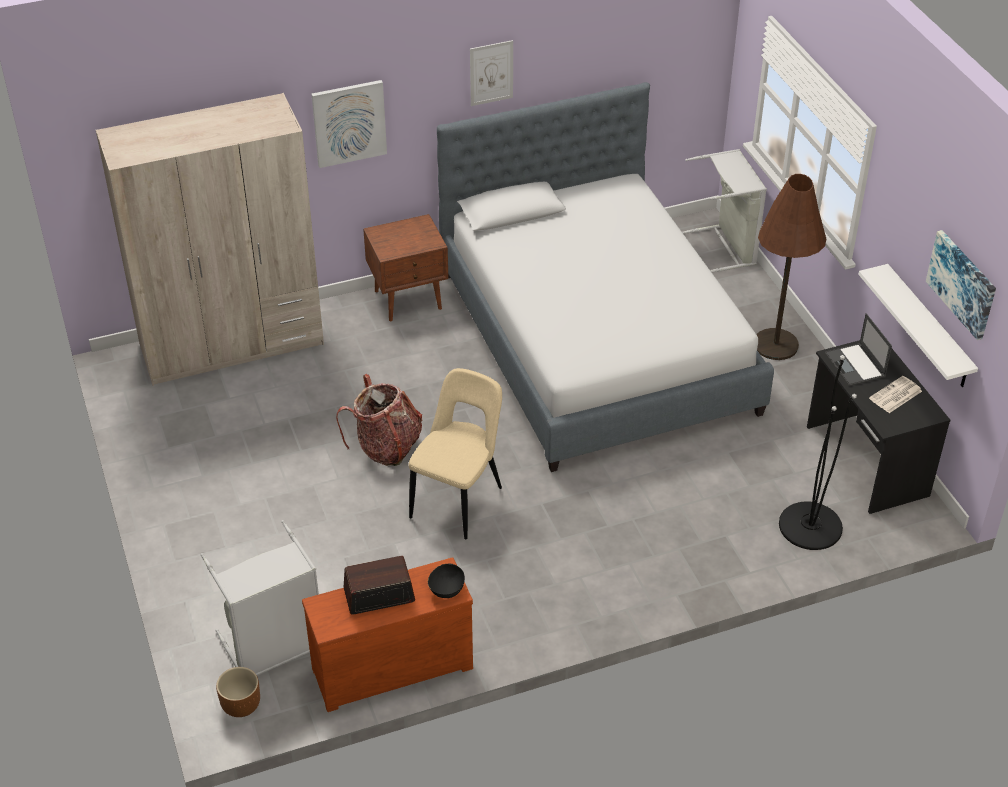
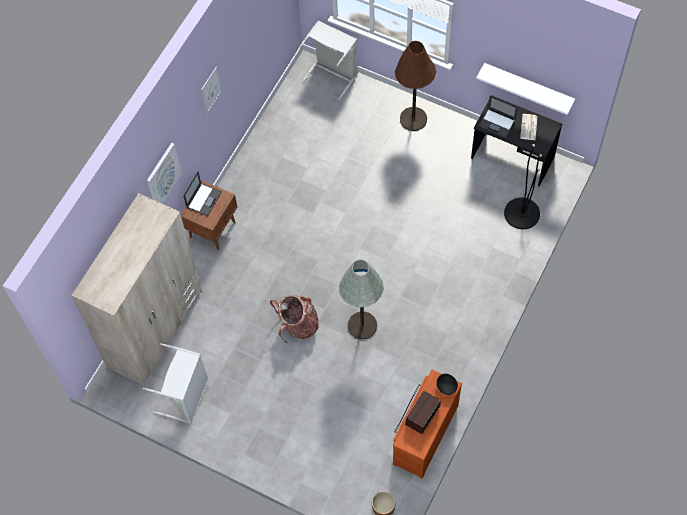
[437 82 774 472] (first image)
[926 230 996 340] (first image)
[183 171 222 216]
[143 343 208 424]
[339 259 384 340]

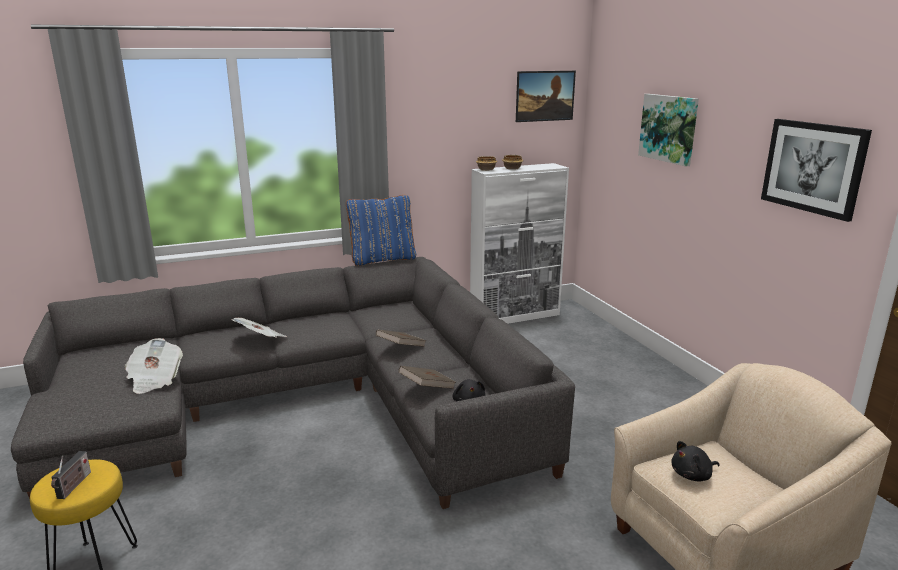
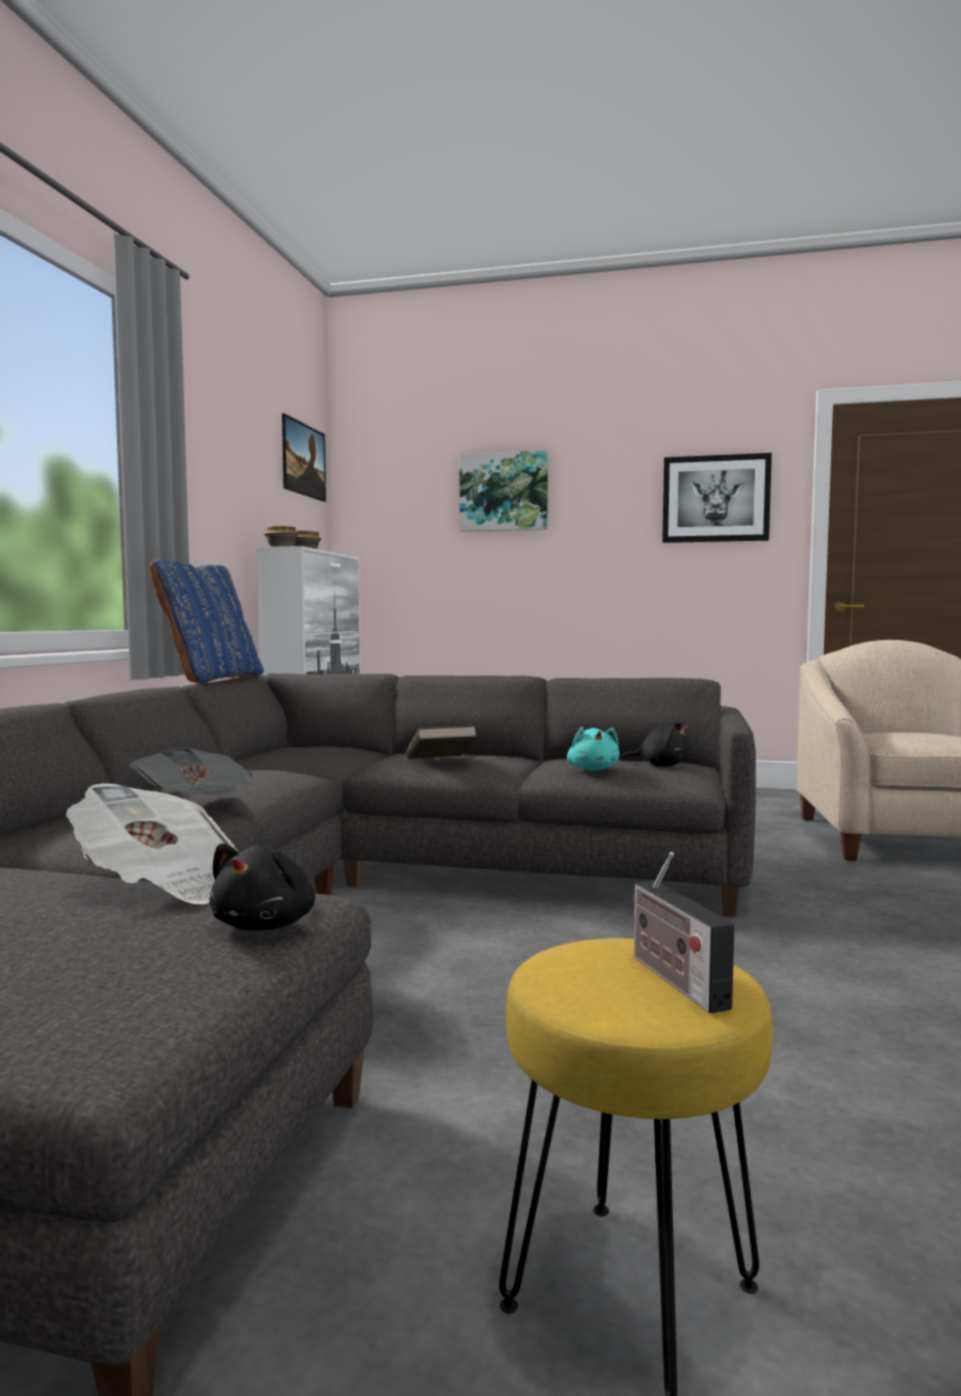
[209 843 315 930]
[567 727 619 770]
[633 852 735 1014]

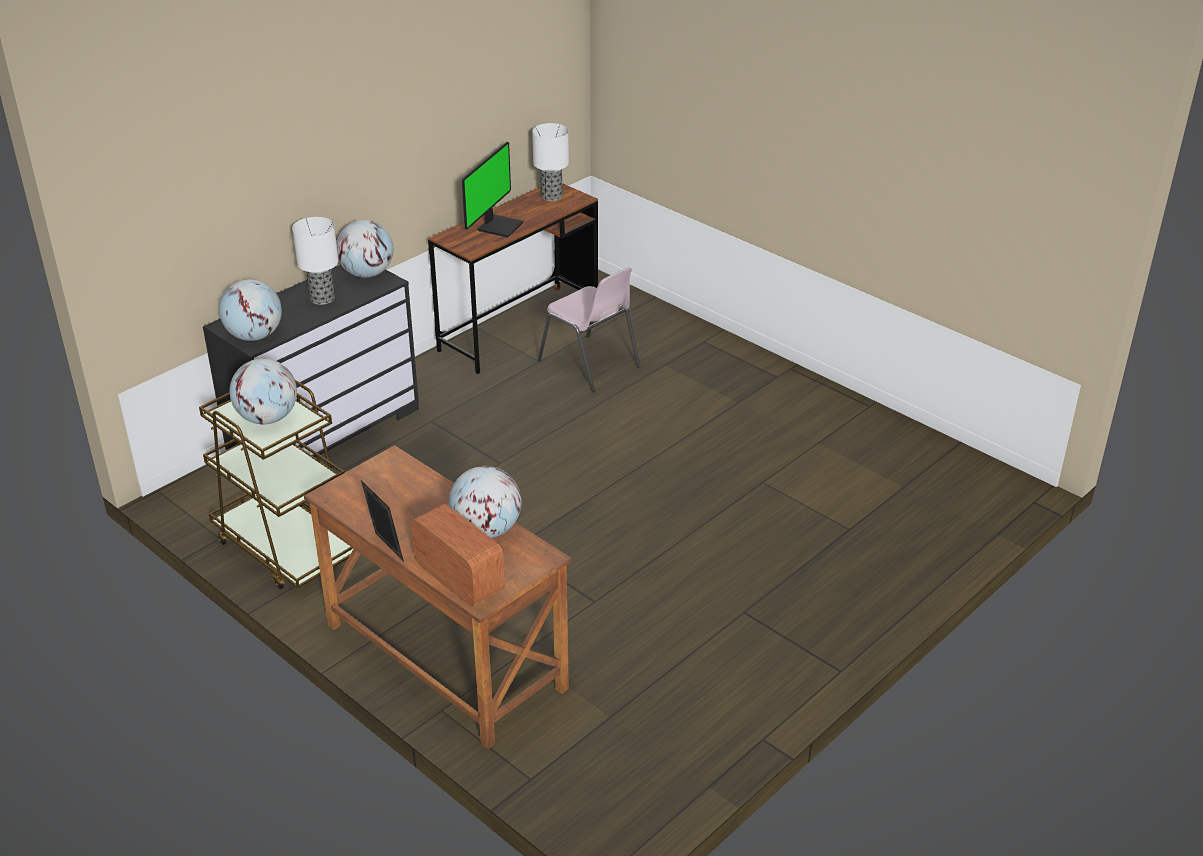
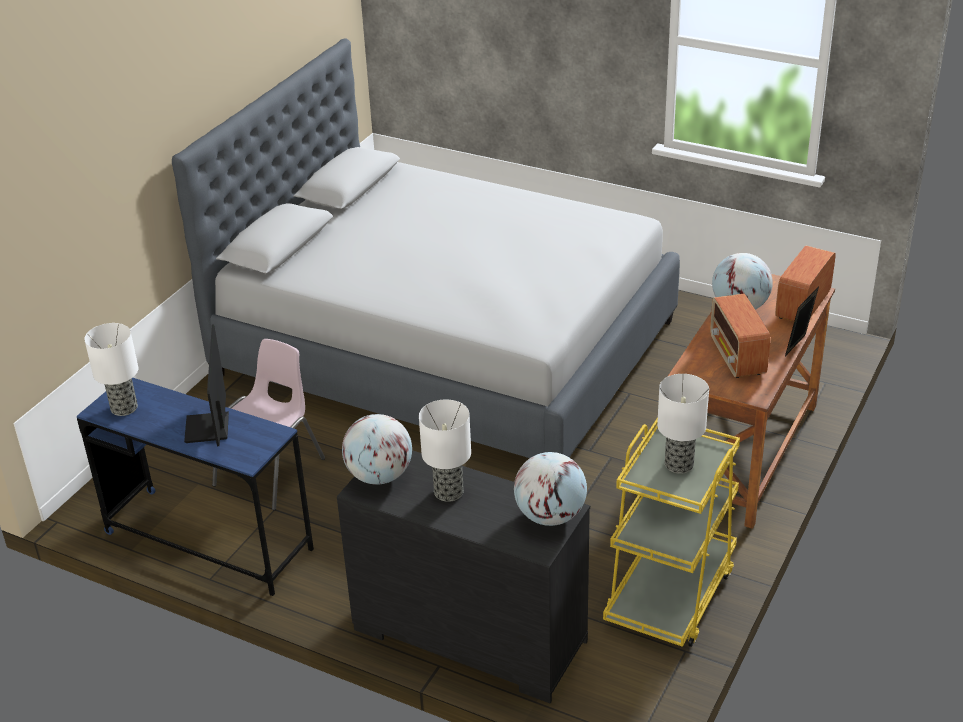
[172 38 680 458]
[710 294 771 378]
[657 374 709 474]
[603 417 740 647]
[77 378 314 596]
[184 324 229 447]

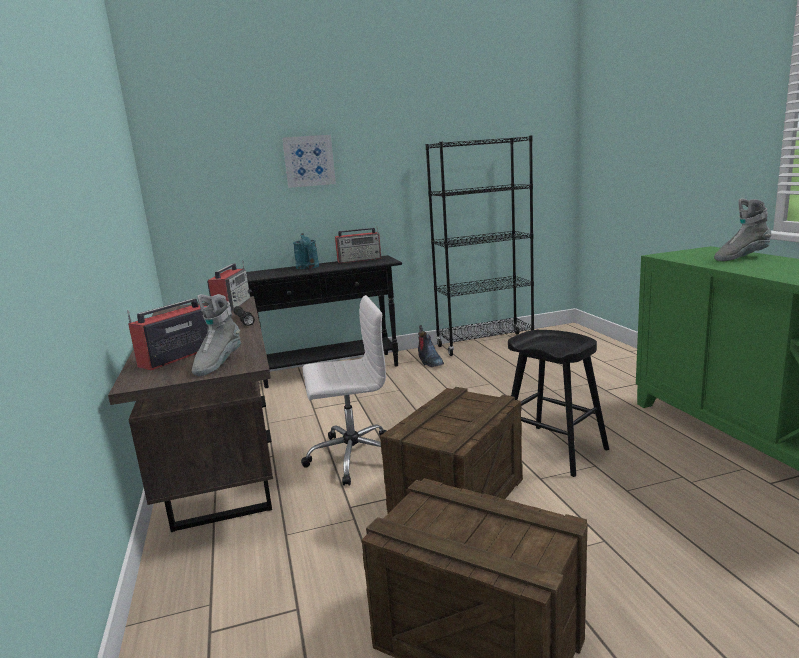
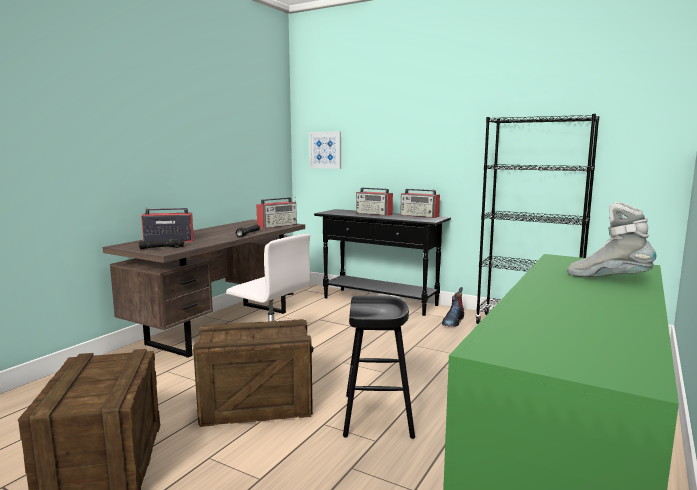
[309 131 341 169]
[139 238 184 249]
[356 188 393 216]

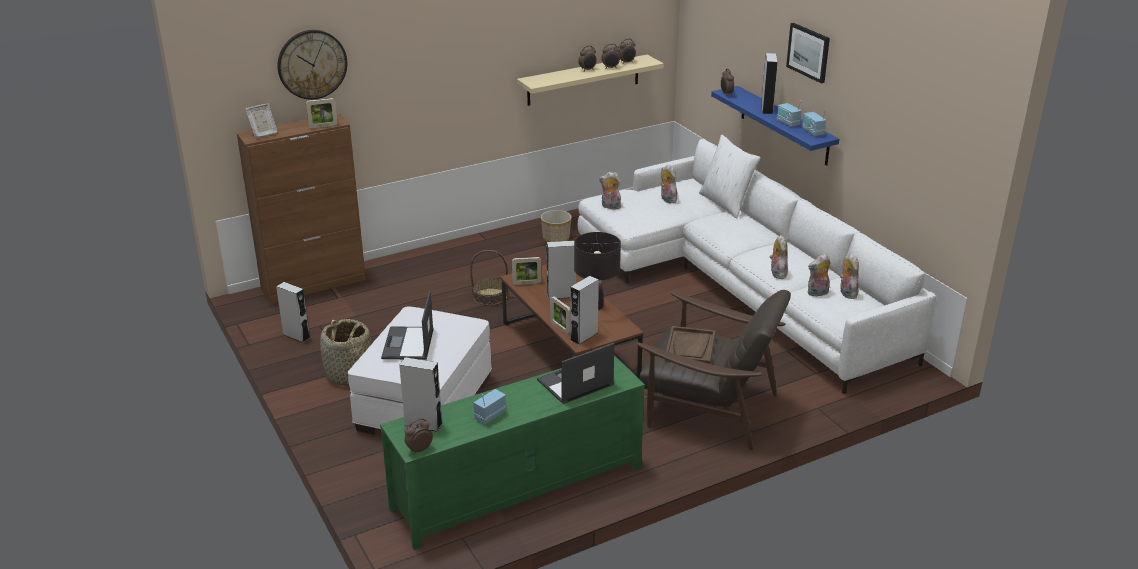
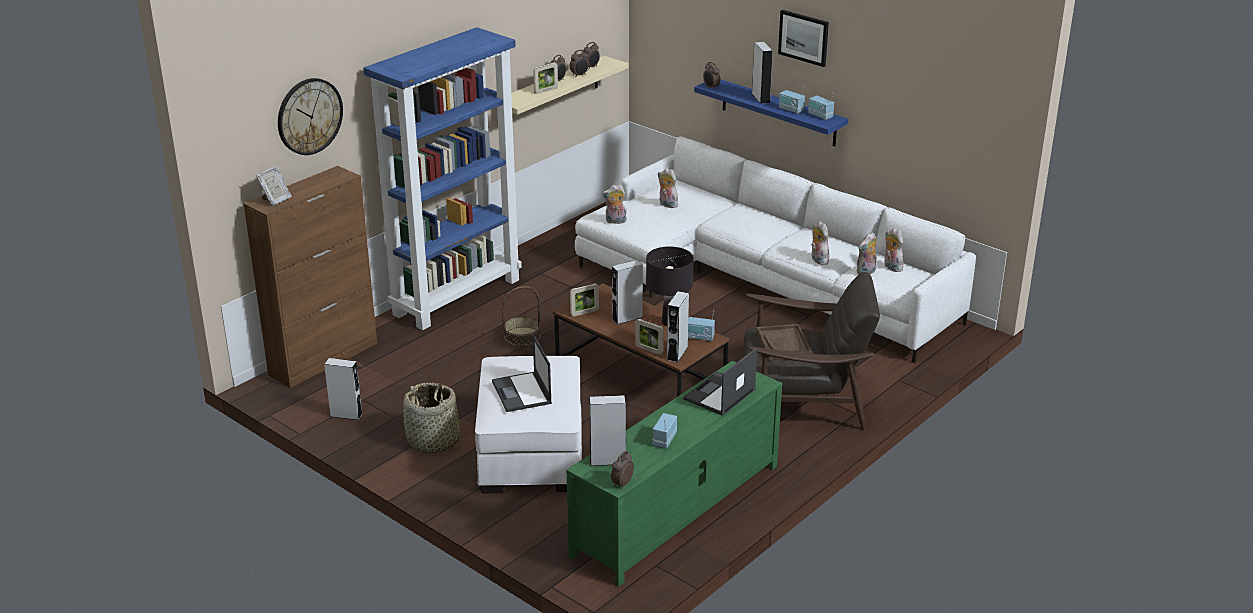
[541 210 571 242] (first image)
[699 135 761 218] (first image)
[363 27 522 330]
[688 310 715 341]
[533 62 558 94]

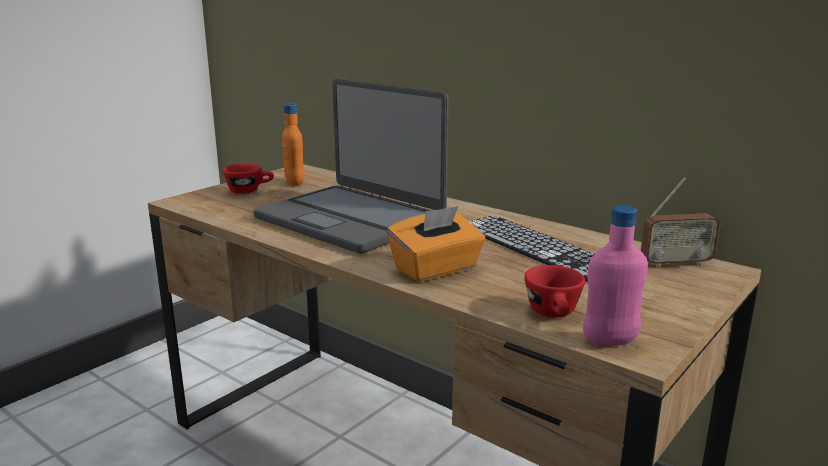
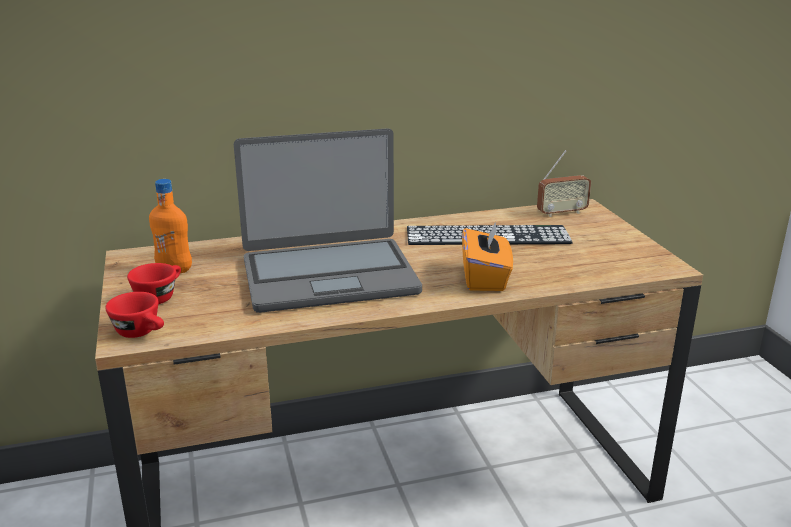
[583 205 648 346] (first image)
[105 292 164 338]
[537 150 591 217]

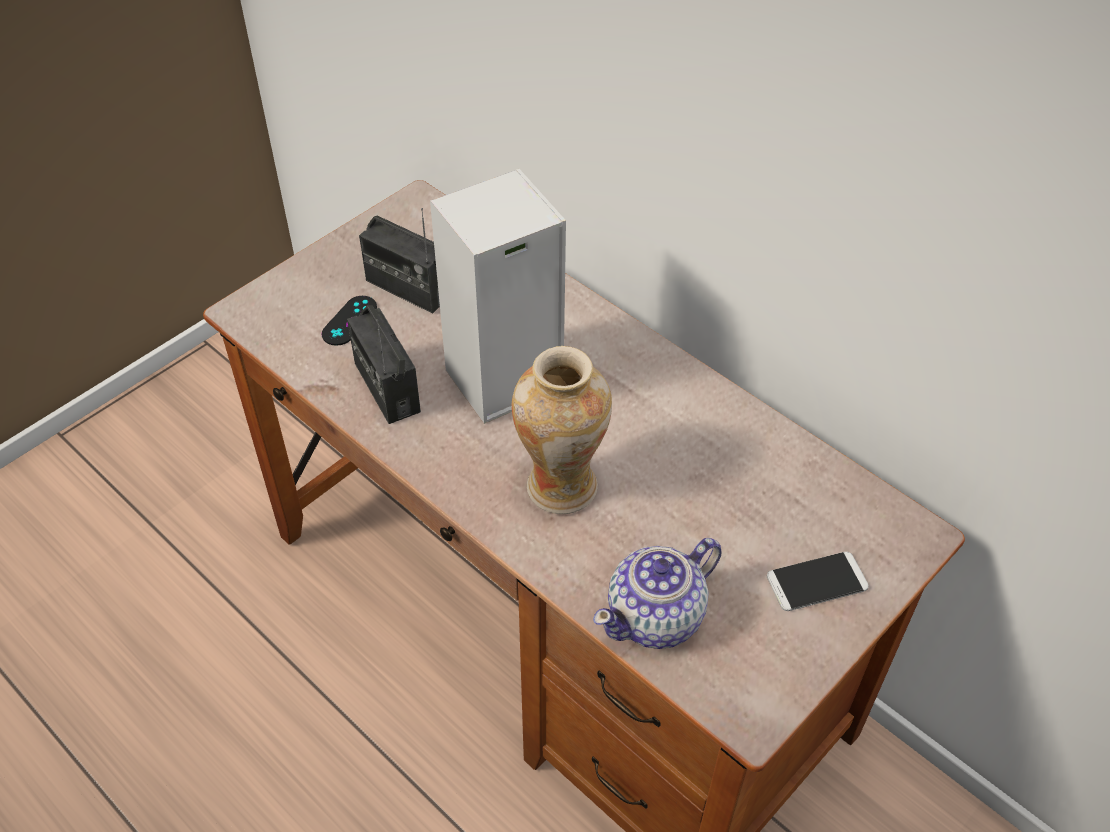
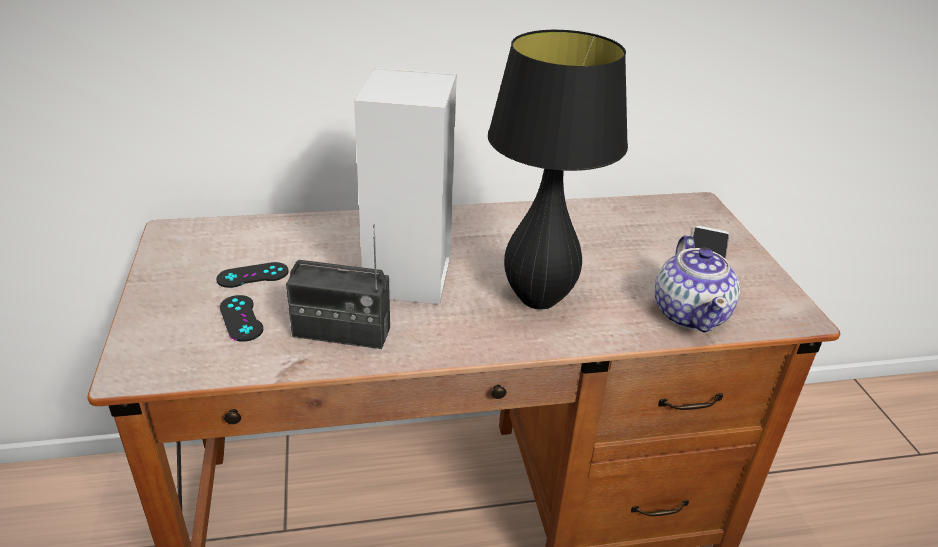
[216 262 289 288]
[488 30 628 310]

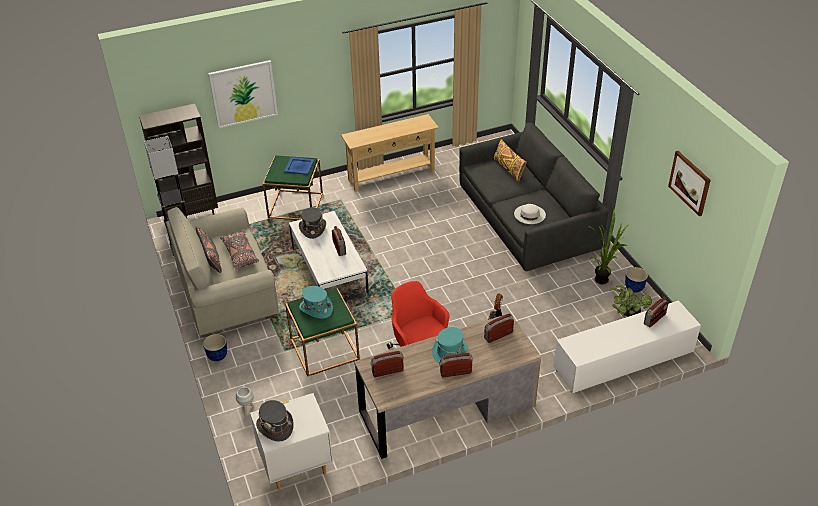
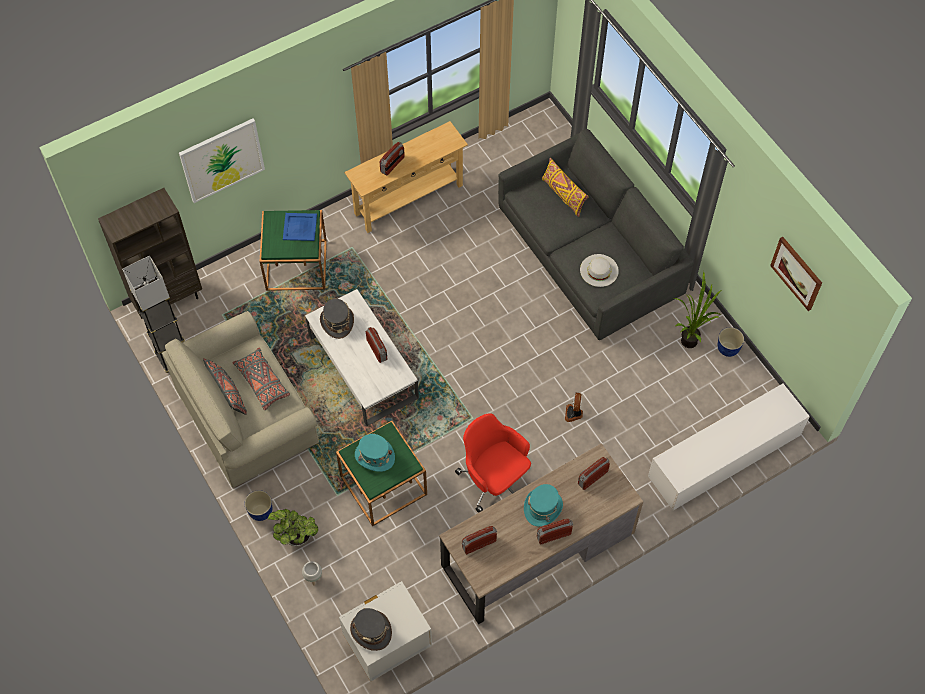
[268 509 318 546]
[380 142 405 176]

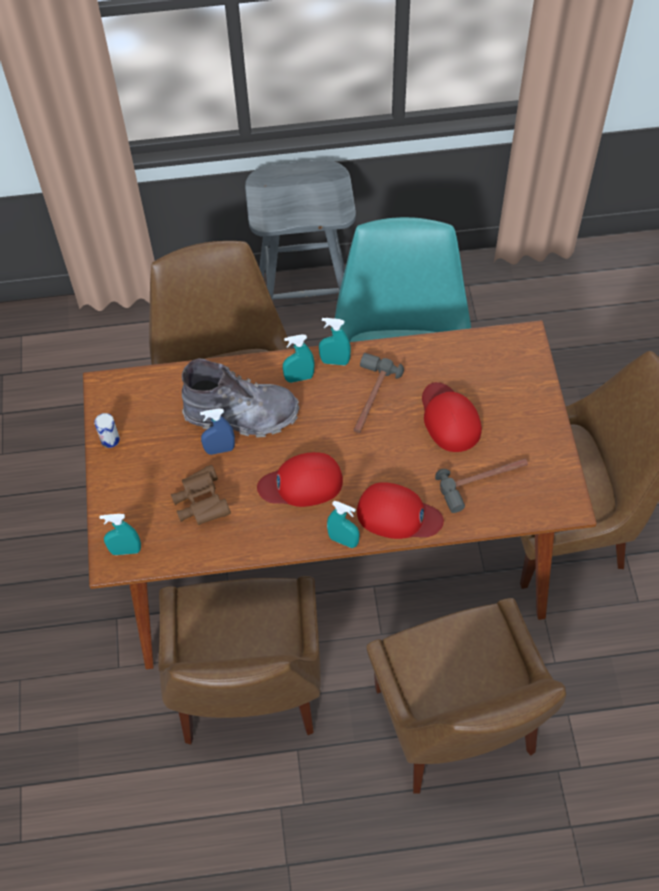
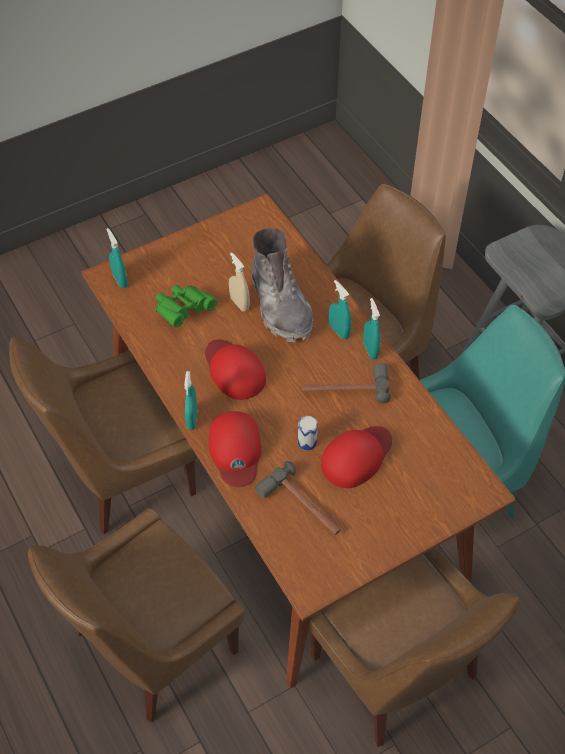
[298 416 318 451]
[155 285 217 327]
[229 252 250 312]

